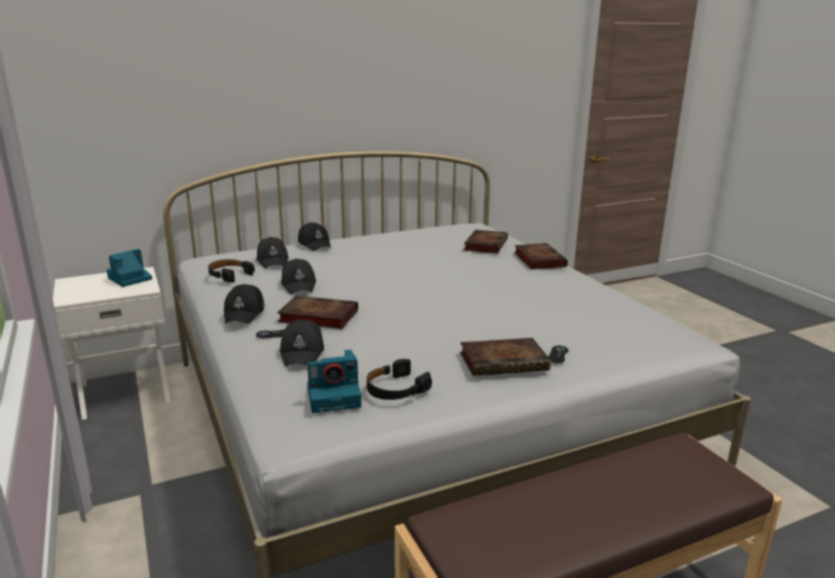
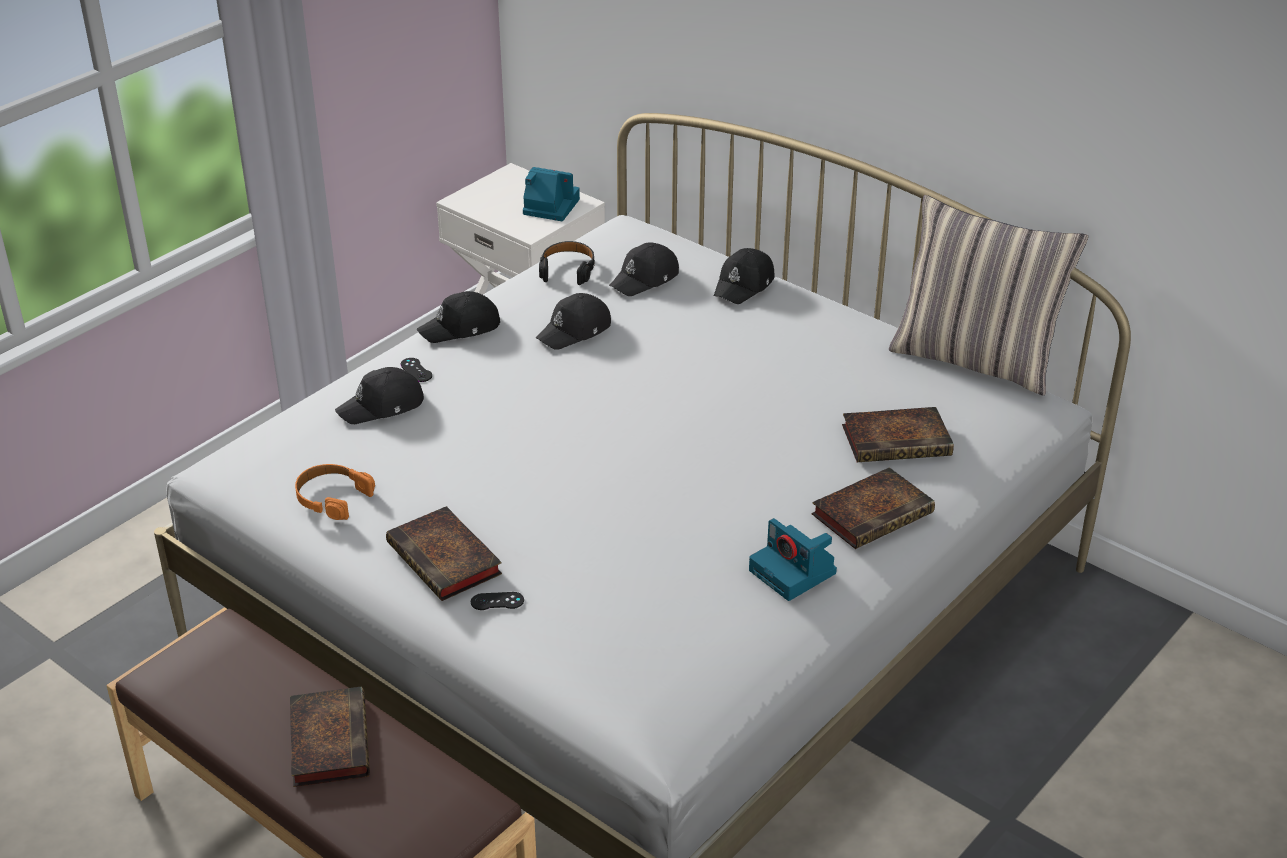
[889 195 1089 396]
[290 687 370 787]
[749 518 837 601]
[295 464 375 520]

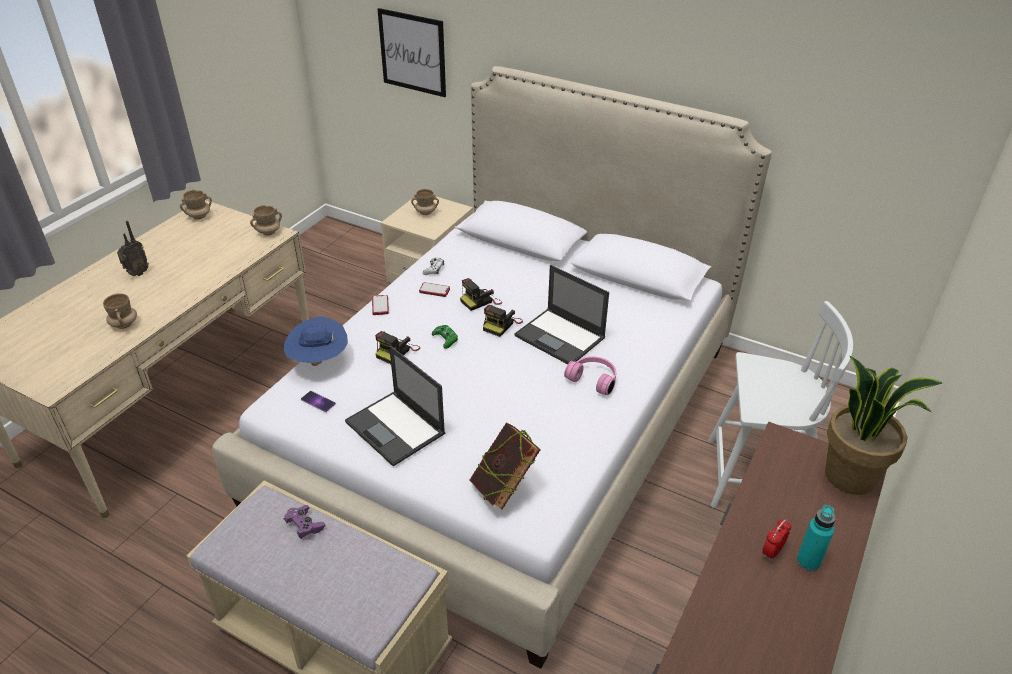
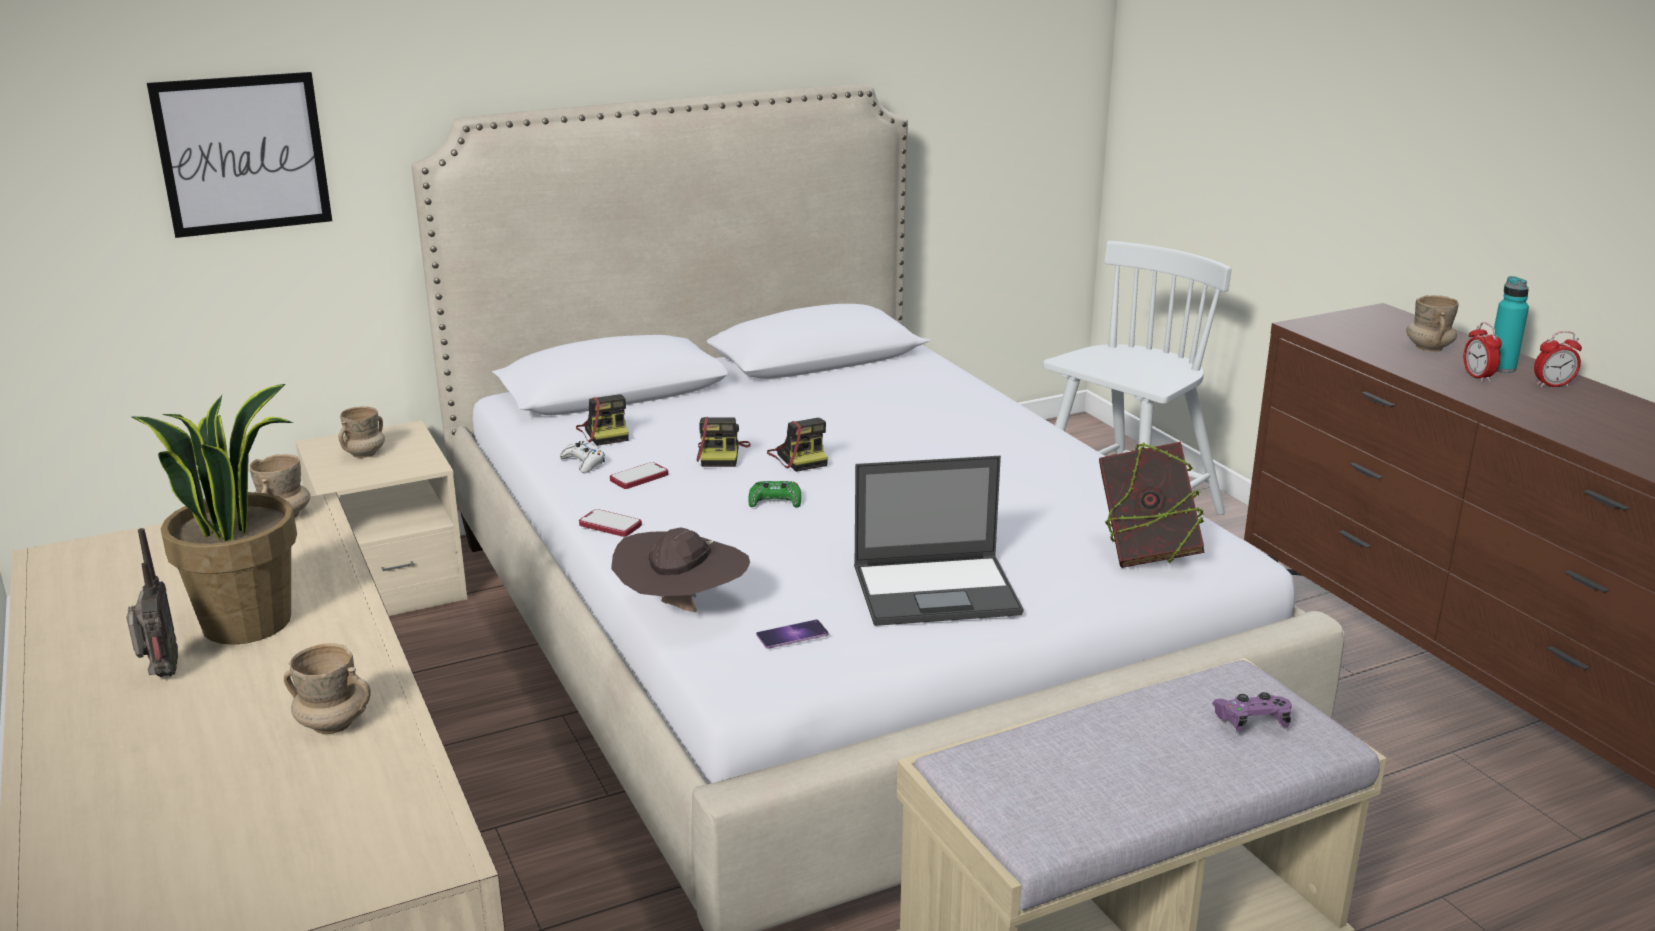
[514 265 609 364] (first image)
[564 356 616 395] (first image)
[1534 331 1582 388]
[1406 295 1459 352]
[1212 692 1292 732]
[576 394 629 446]
[131 384 297 645]
[611 527 750 612]

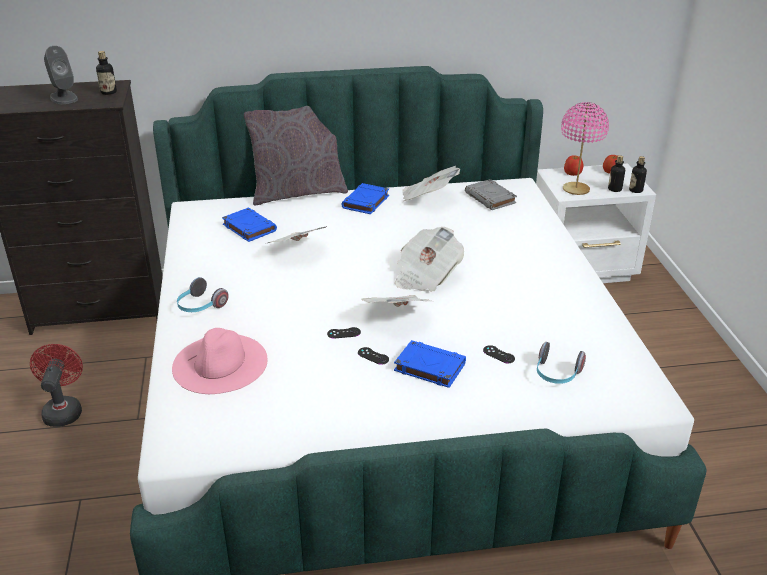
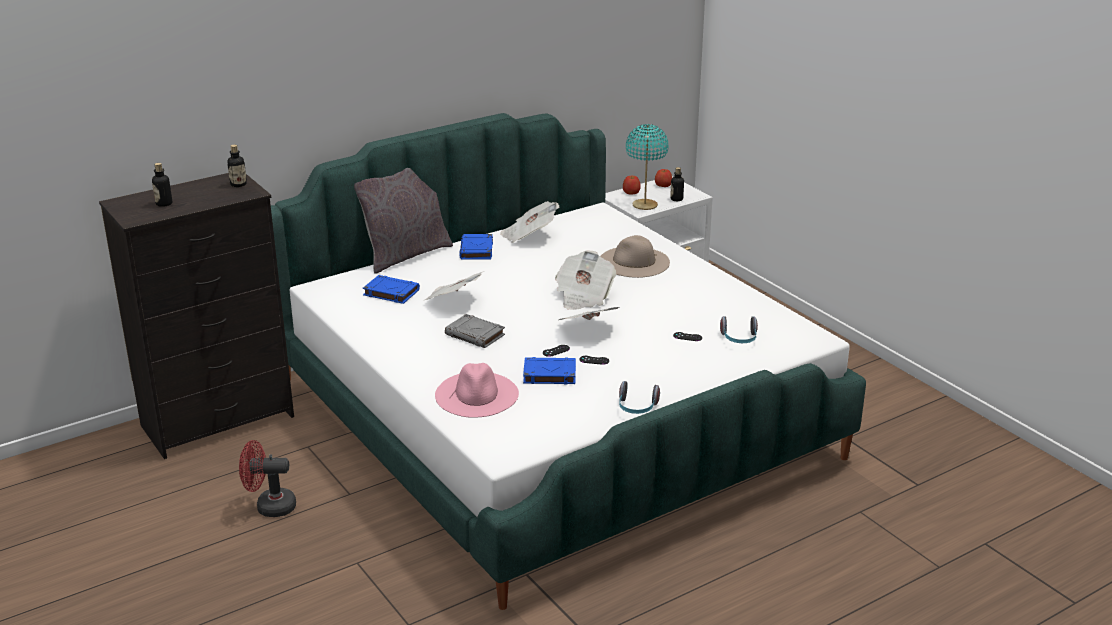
[44 46 78 104] (first image)
[600 235 670 278]
[619 381 660 414]
[523 357 576 385]
[445 314 505 348]
[152 163 172 207]
[626 124 669 210]
[239 440 296 517]

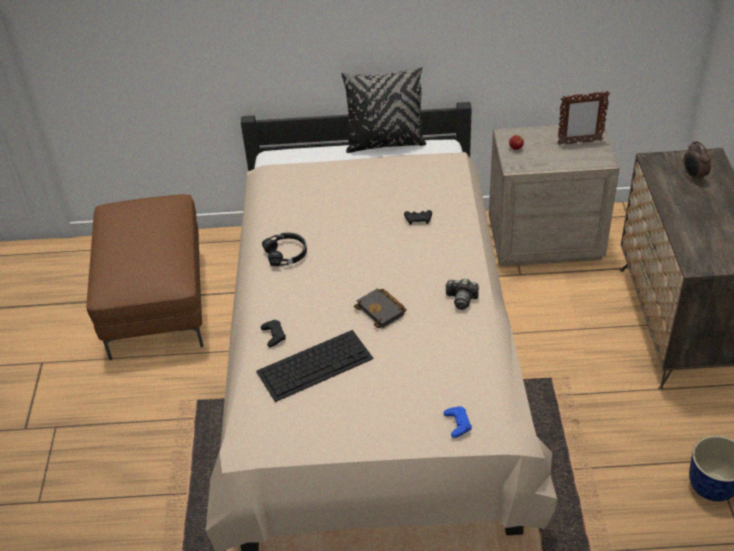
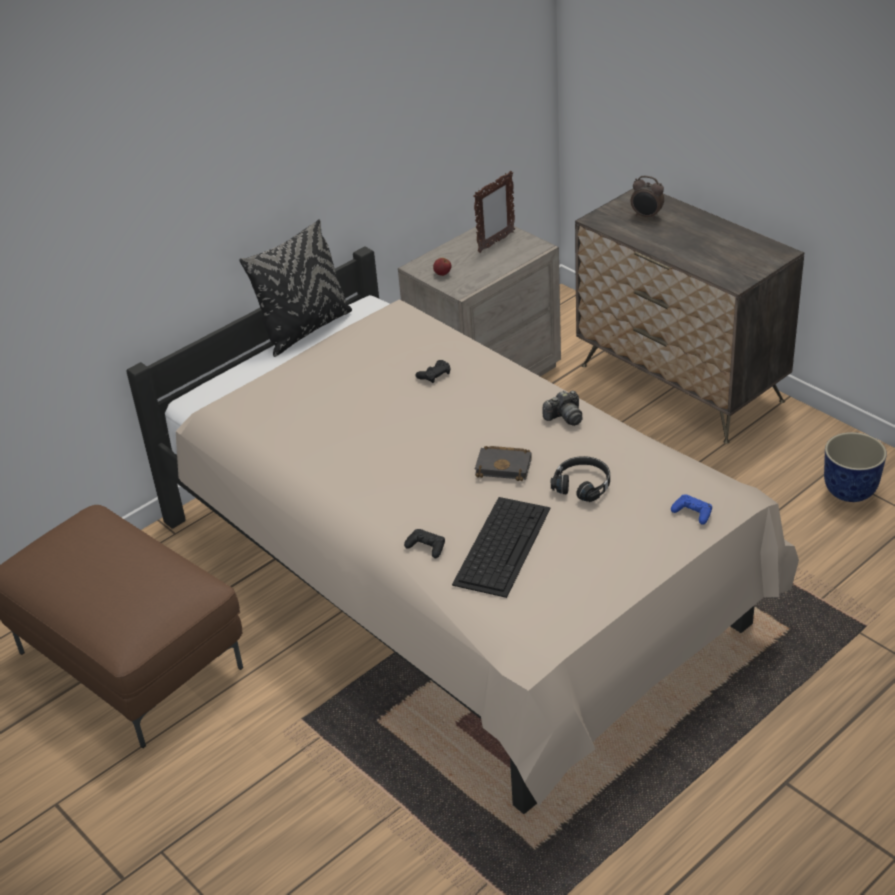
[551 456 610 502]

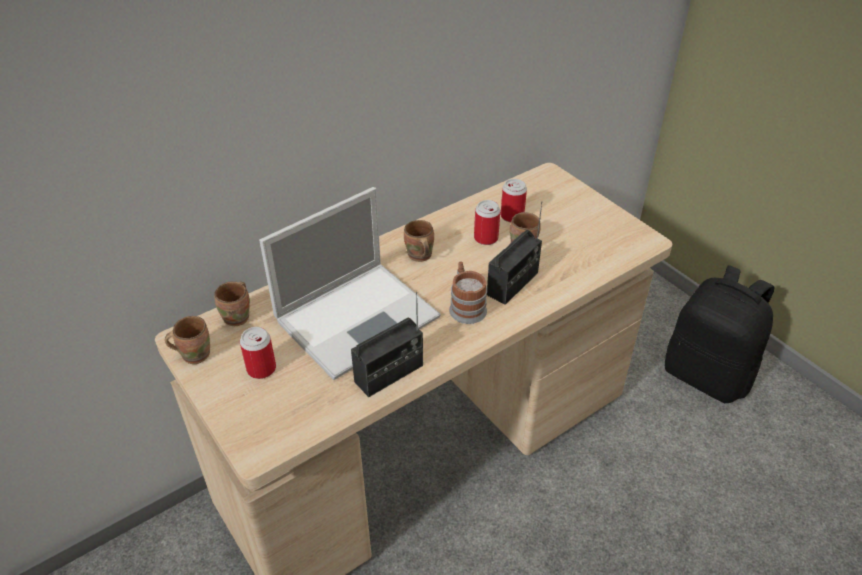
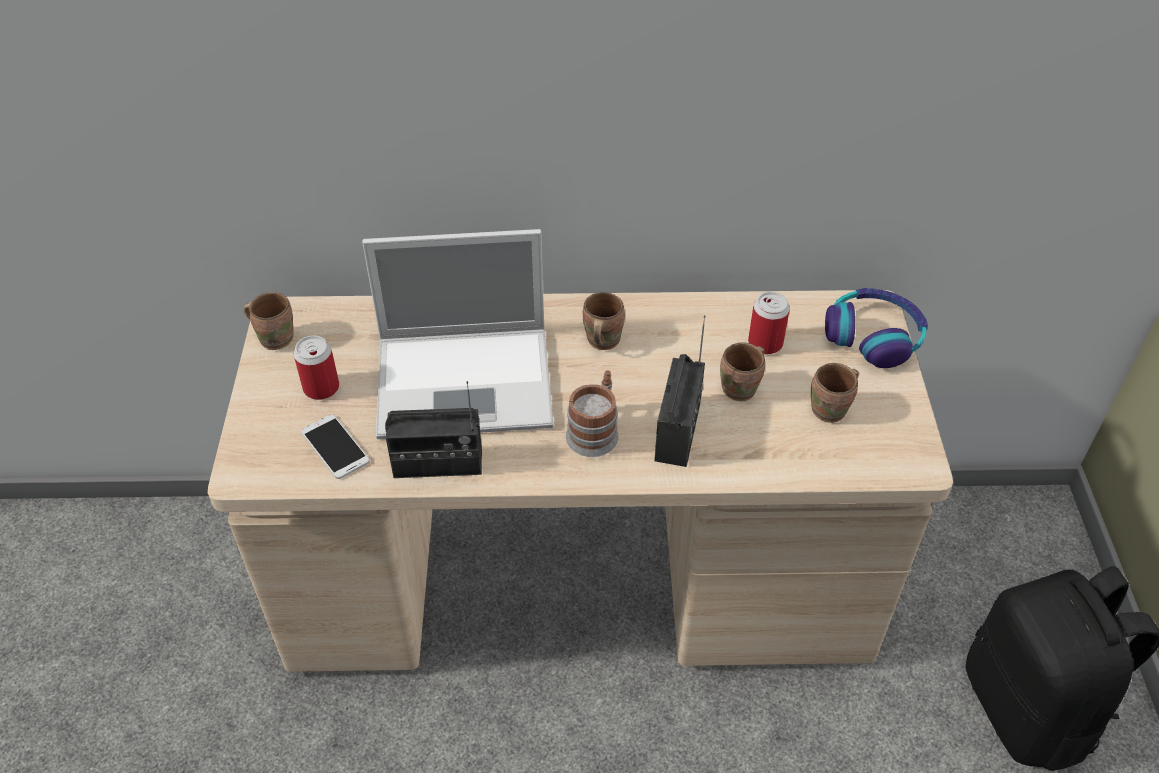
[474 200 500 245] (first image)
[301 414 370 479]
[825 288 928 368]
[811 363 859 423]
[654 315 705 467]

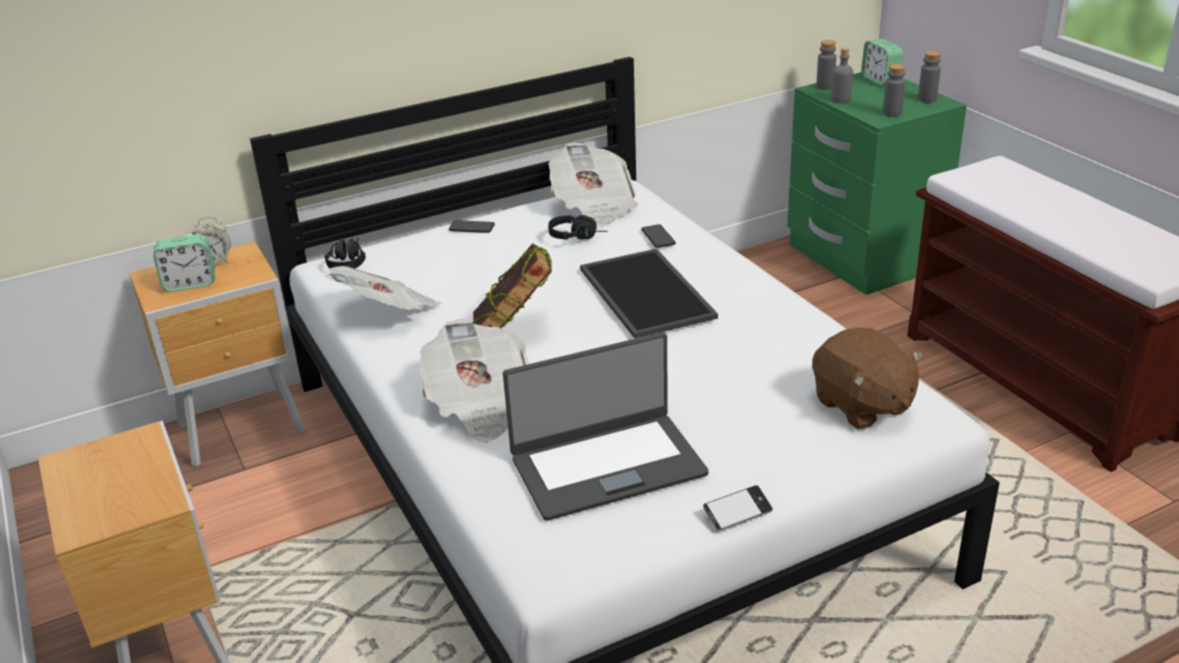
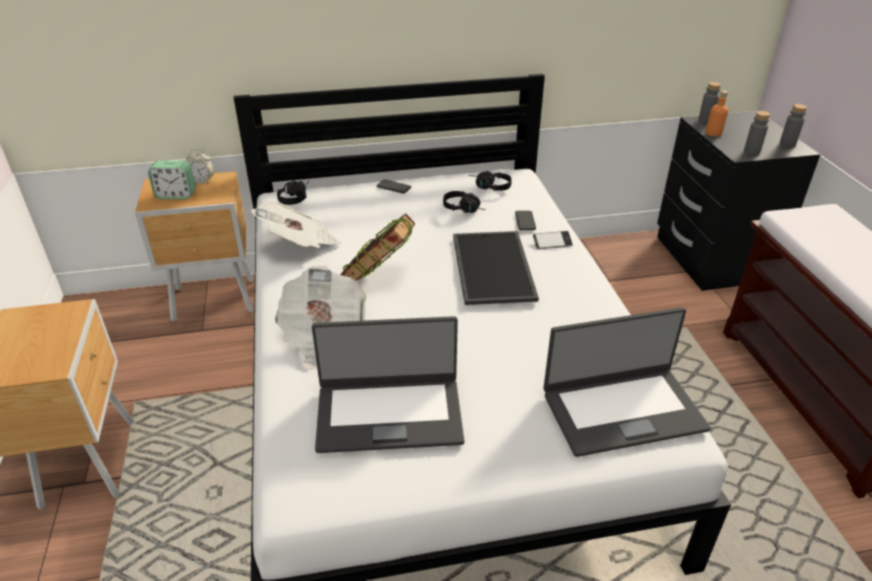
[861 39 903 86] (first image)
[533 231 573 249]
[469 171 512 191]
[543 307 711 457]
[657 111 820 291]
[705 91 728 136]

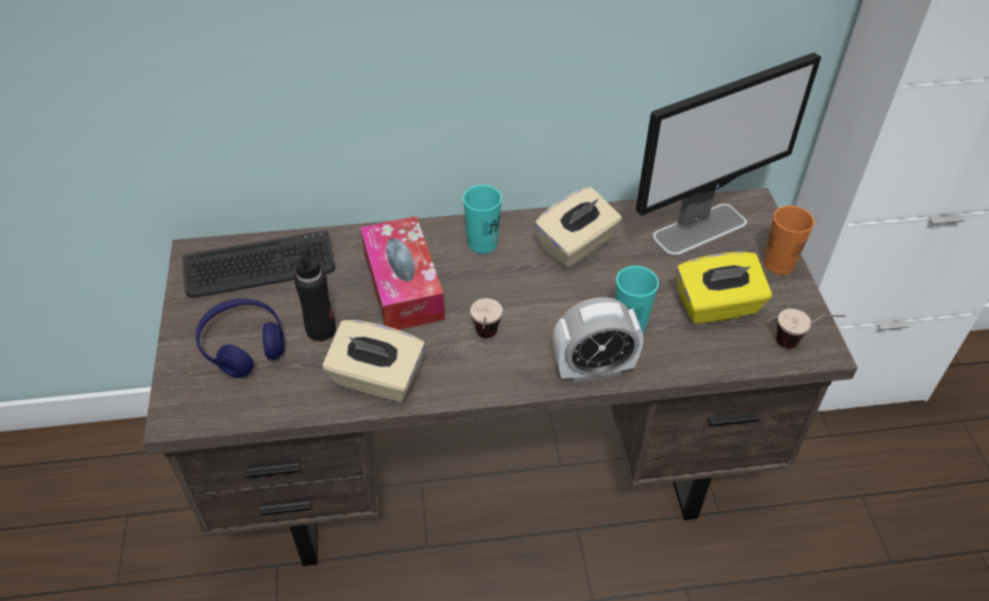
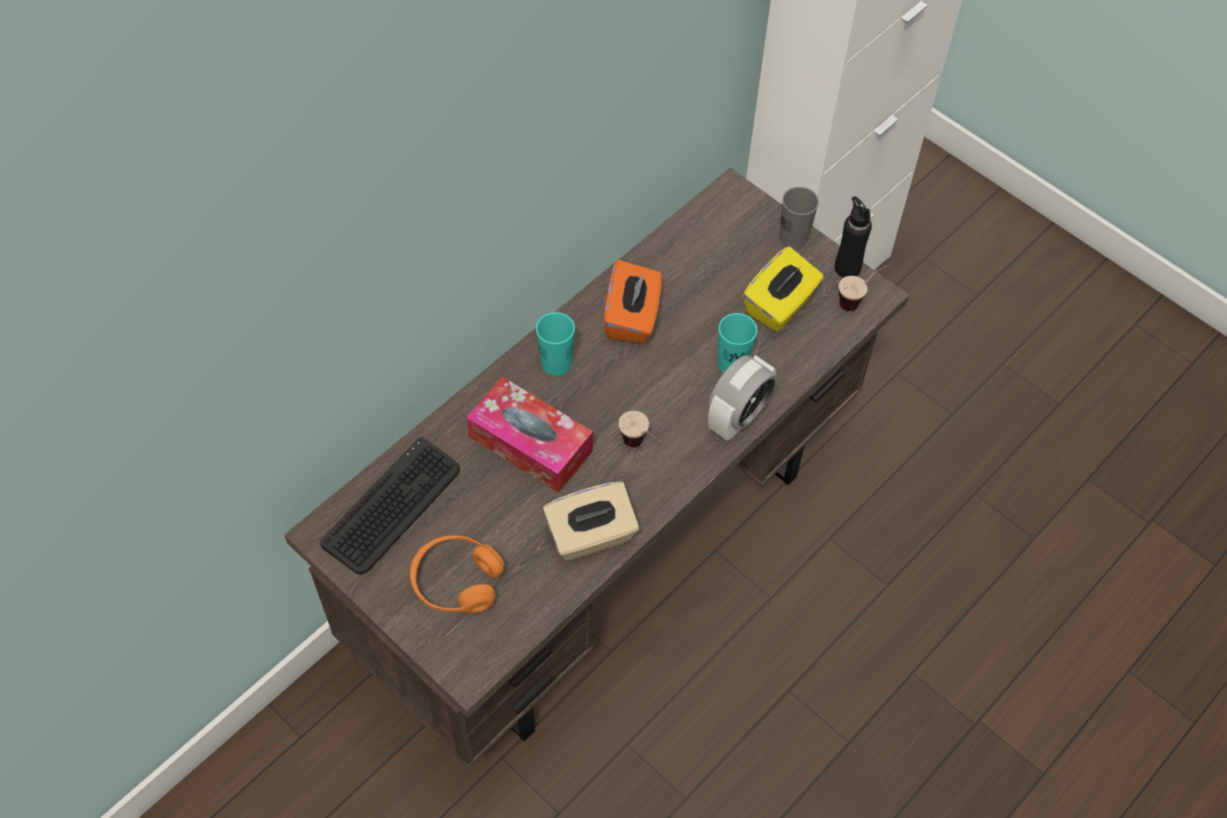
[636 52 821 255] (first image)
[835 196 872 278]
[410 535 505 613]
[603 260 662 344]
[779 187 819 249]

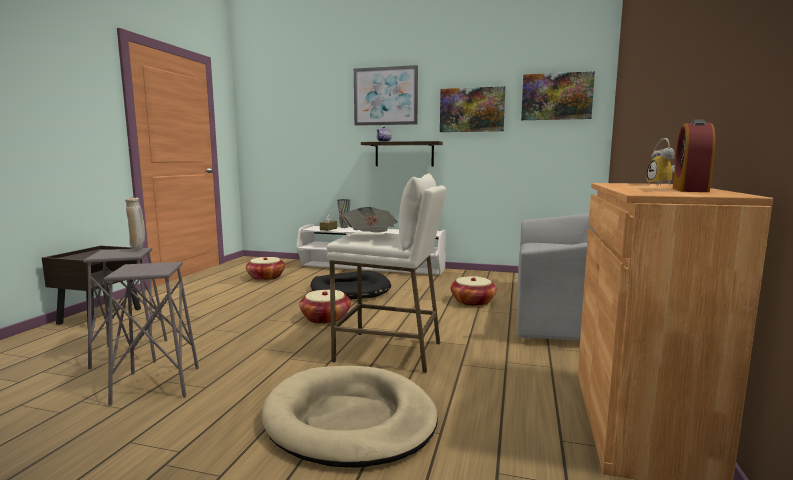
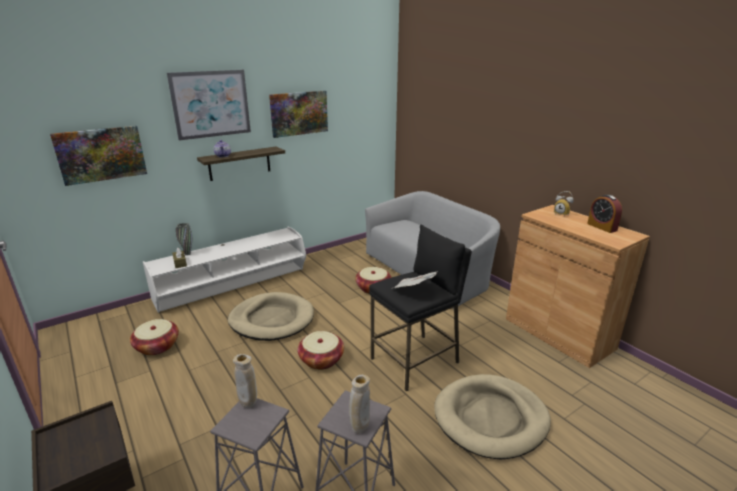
[349 375 370 434]
[50 126 147 186]
[228 292 314 341]
[369 225 472 391]

